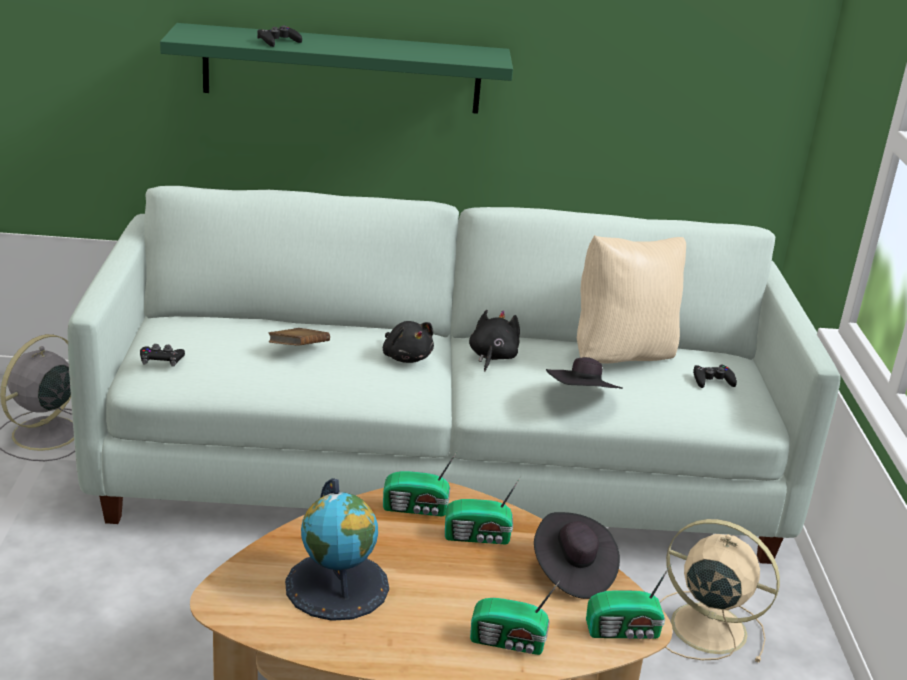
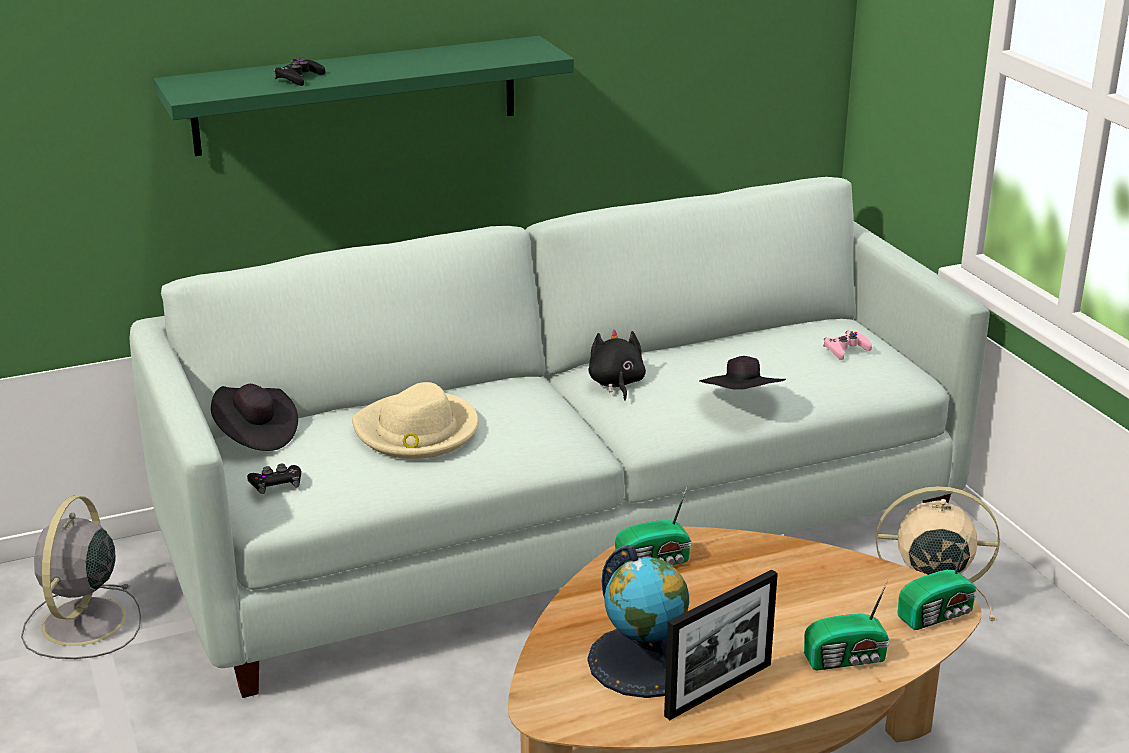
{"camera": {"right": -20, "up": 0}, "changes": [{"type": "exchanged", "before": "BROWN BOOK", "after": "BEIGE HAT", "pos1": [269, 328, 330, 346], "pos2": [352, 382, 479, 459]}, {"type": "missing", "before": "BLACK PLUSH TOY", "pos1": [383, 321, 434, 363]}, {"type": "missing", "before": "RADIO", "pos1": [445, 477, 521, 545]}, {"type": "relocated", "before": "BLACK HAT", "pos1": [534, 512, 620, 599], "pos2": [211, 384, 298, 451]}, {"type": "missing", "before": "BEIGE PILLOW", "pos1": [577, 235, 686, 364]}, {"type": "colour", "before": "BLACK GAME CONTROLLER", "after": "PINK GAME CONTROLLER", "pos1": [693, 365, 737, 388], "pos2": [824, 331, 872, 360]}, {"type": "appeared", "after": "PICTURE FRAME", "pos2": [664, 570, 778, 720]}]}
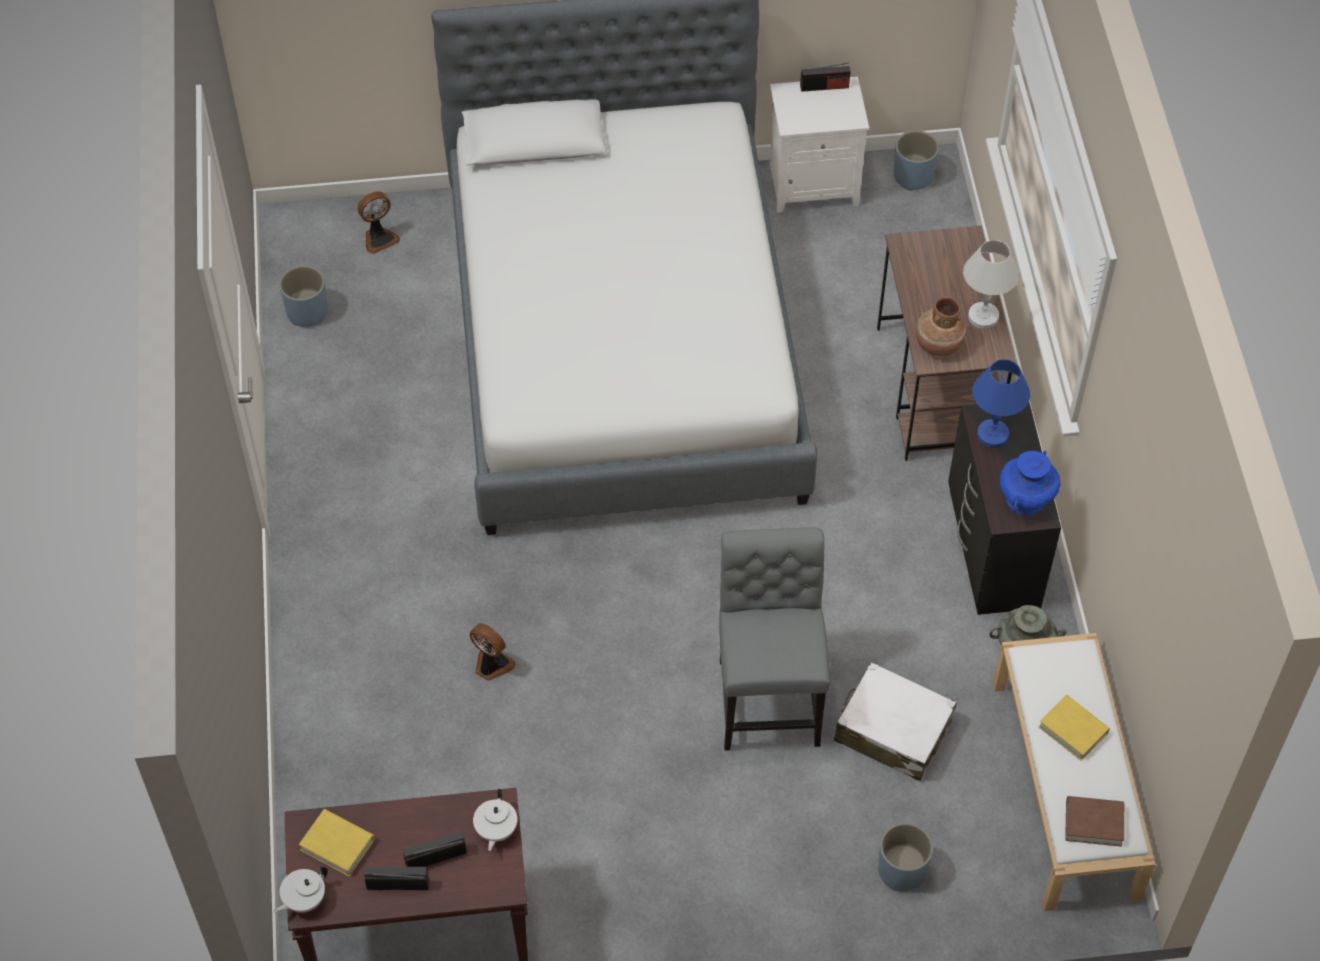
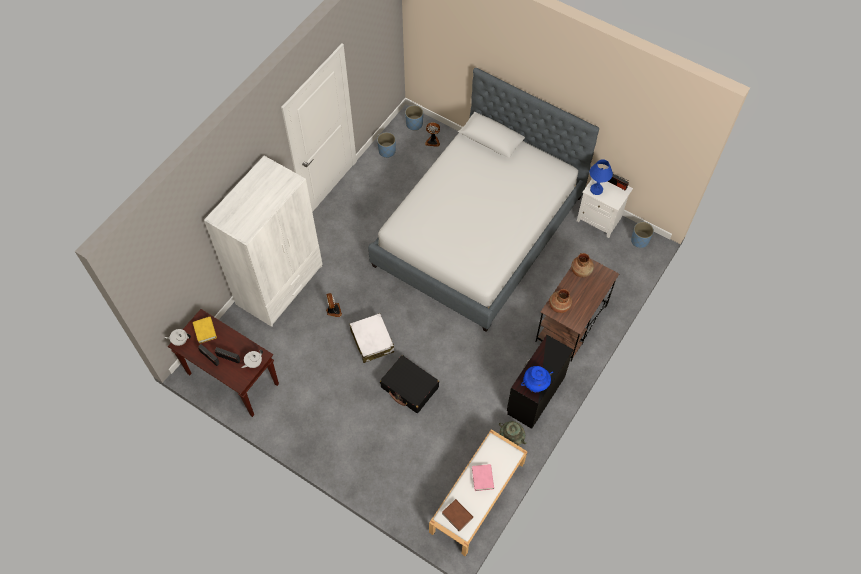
{"camera": {"right": 40, "up": 5}, "changes": [{"type": "exchanged", "before": "GREY CHAIR", "after": "BLACK SUITCASE", "pos1": [719, 528, 830, 751], "pos2": [380, 355, 439, 413]}, {"type": "relocated", "before": "WHITE SUITCASE", "pos1": [834, 662, 957, 781], "pos2": [350, 313, 394, 363]}, {"type": "relocated", "before": "BLUE PLANTER", "pos1": [878, 823, 933, 891], "pos2": [405, 105, 423, 131]}, {"type": "missing", "before": "WHITE TABLE LAMP", "pos1": [963, 240, 1019, 329]}, {"type": "relocated", "before": "BLUE TABLE LAMP", "pos1": [972, 359, 1030, 448], "pos2": [589, 159, 613, 195]}, {"type": "colour", "before": "YELLOW BOOK", "after": "PINK BOOK", "pos1": [1039, 695, 1110, 761], "pos2": [472, 464, 494, 491]}, {"type": "appeared", "after": "WHITE WARDROBE", "pos2": [204, 156, 322, 327]}, {"type": "appeared", "after": "BROWN VASE", "pos2": [571, 253, 594, 277]}]}
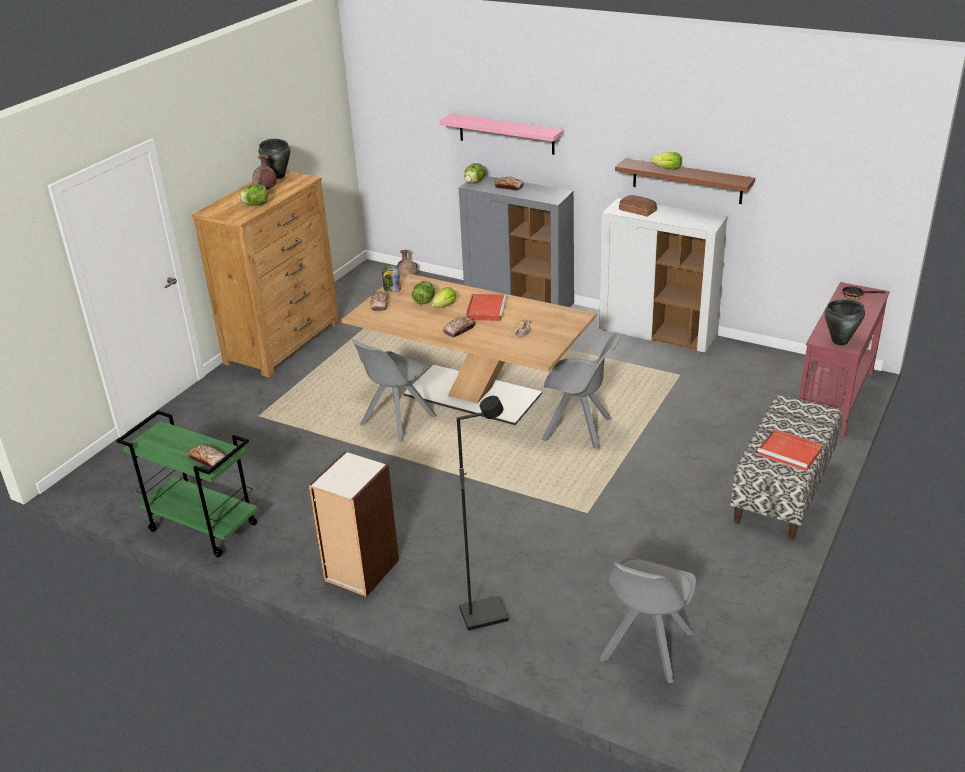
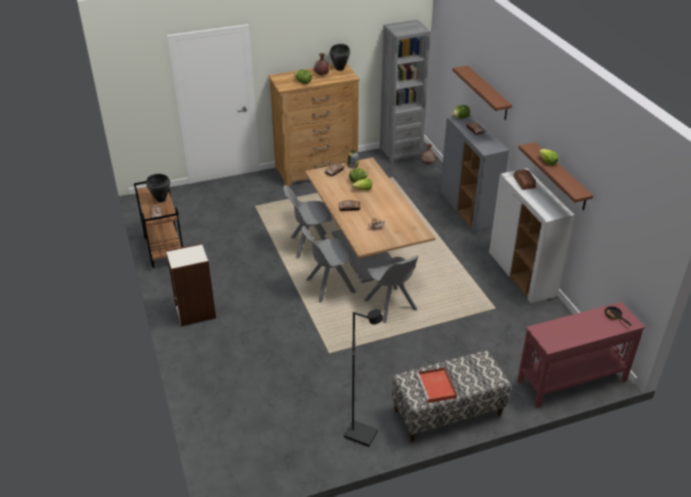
{"camera": {"right": 40, "up": 5}, "changes": [{"type": "colour", "before": "GREEN CART", "after": "BROWN CART", "pos1": [116, 410, 258, 558], "pos2": [134, 181, 183, 268]}, {"type": "colour", "before": "PINK SHELF", "after": "BROWN SHELF", "pos1": [439, 114, 564, 155], "pos2": [452, 65, 512, 120]}, {"type": "relocated", "before": "BLACK FLOOR LAMP", "pos1": [457, 396, 509, 631], "pos2": [344, 309, 383, 447]}, {"type": "missing", "before": "RED TRAY", "pos1": [466, 294, 507, 321]}, {"type": "relocated", "before": "GREY CHAIR", "pos1": [600, 557, 696, 684], "pos2": [301, 227, 356, 303]}, {"type": "relocated", "before": "BLACK COOKING POT", "pos1": [824, 300, 865, 345], "pos2": [146, 174, 170, 202]}, {"type": "appeared", "after": "GREY BOOKCASE", "pos2": [379, 20, 431, 164]}]}
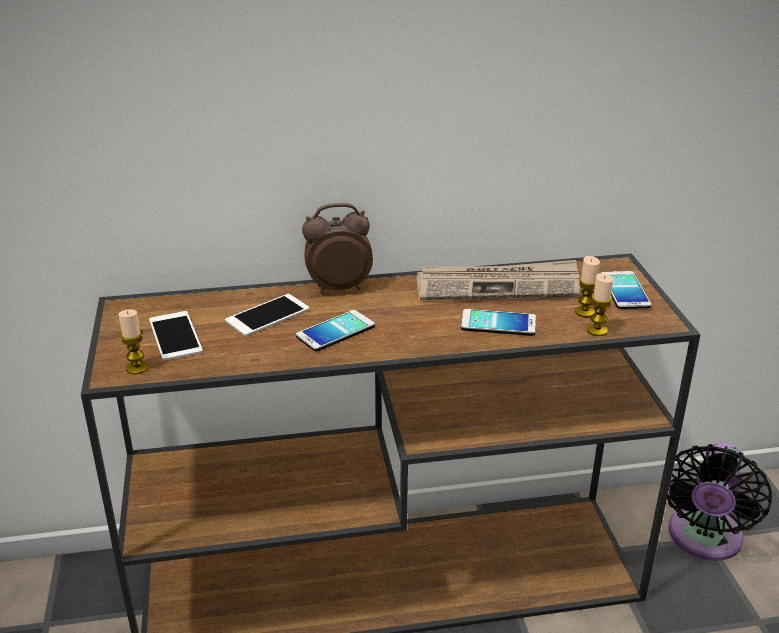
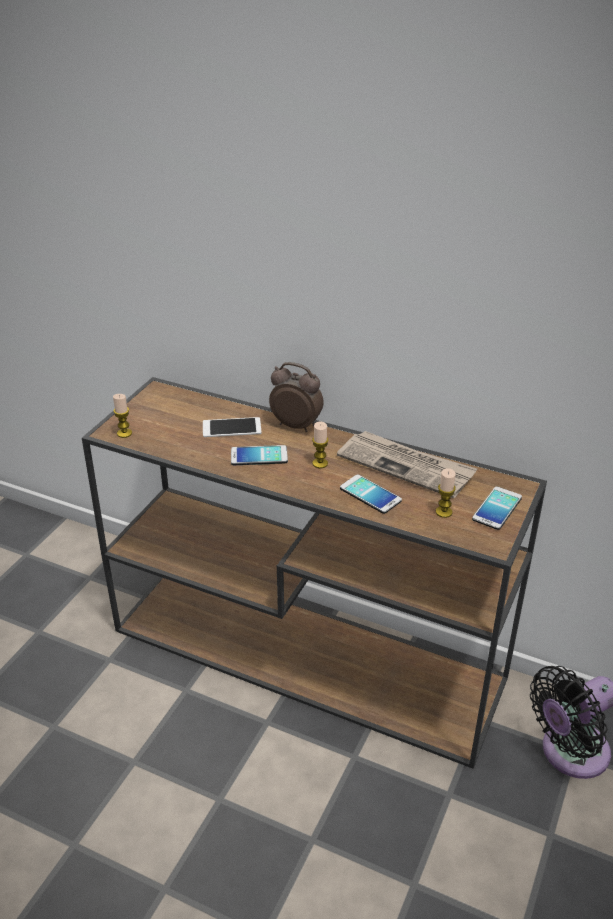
{"camera": {"right": 35, "up": 5}, "changes": [{"type": "missing", "before": "PHONE", "pos1": [149, 311, 203, 360]}, {"type": "relocated", "before": "CANDLE", "pos1": [587, 273, 613, 336], "pos2": [312, 421, 329, 468]}]}
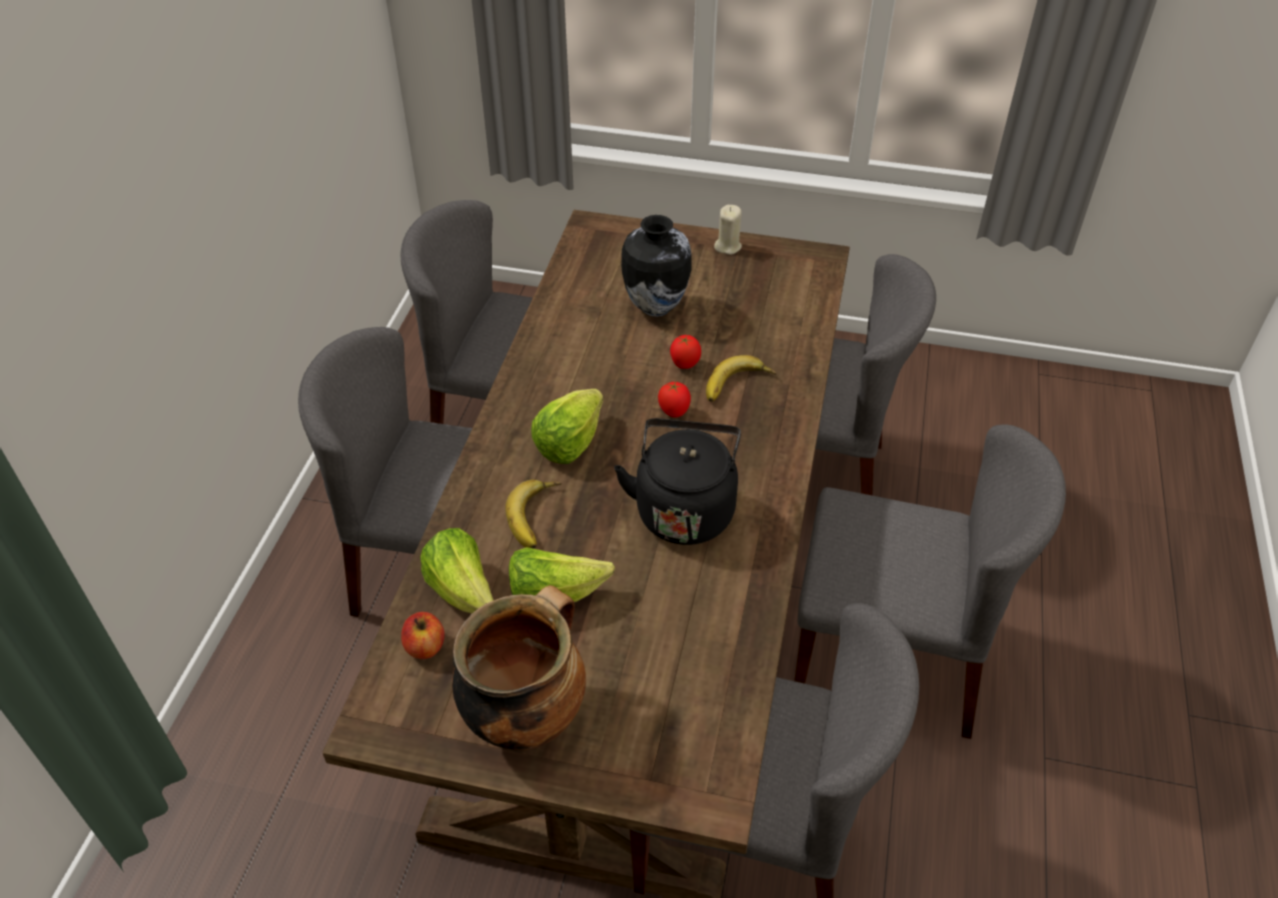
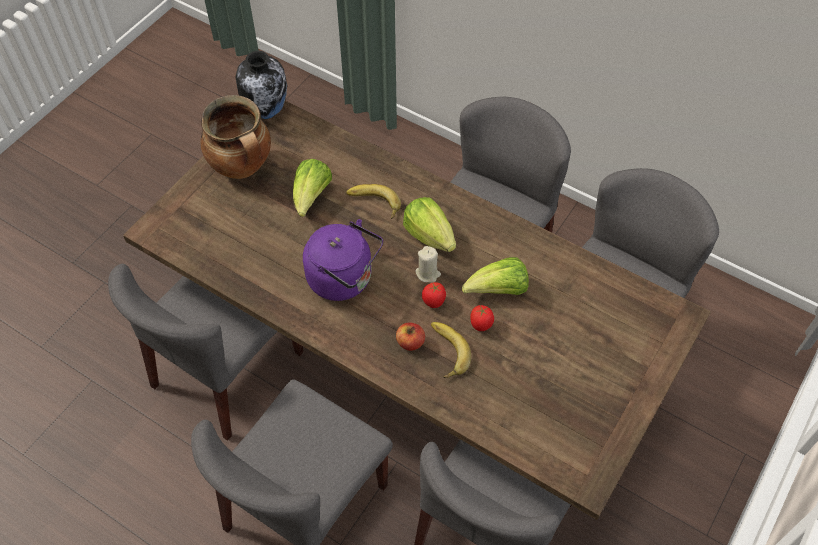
{"camera": {"right": 110, "up": 10}, "changes": [{"type": "relocated", "before": "APPLE", "pos1": [401, 612, 445, 659], "pos2": [396, 323, 425, 351]}, {"type": "relocated", "before": "LETTUCE", "pos1": [420, 528, 494, 614], "pos2": [462, 257, 529, 295]}, {"type": "colour", "before": "BLACK KETTLE", "after": "PURPLE KETTLE", "pos1": [614, 418, 741, 545], "pos2": [303, 219, 383, 301]}, {"type": "relocated", "before": "VASE", "pos1": [621, 215, 691, 317], "pos2": [235, 51, 287, 119]}, {"type": "relocated", "before": "BEIGE CANDLE", "pos1": [714, 205, 742, 255], "pos2": [415, 246, 441, 283]}]}
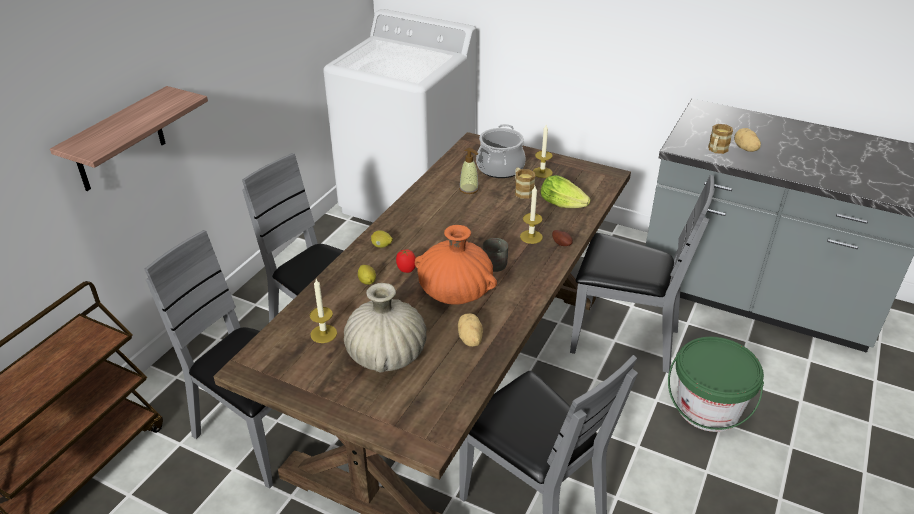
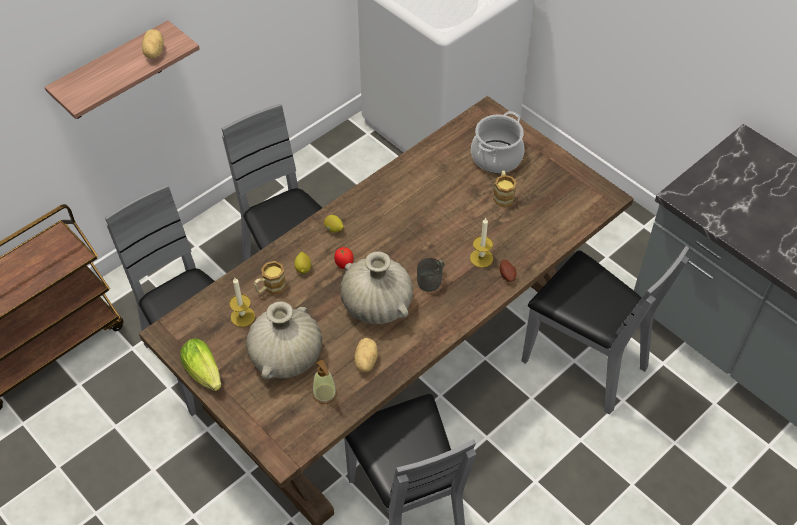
{"camera": {"right": 20, "up": 15}, "changes": [{"type": "colour", "before": "ORANGE VASE", "after": "BEIGE VASE", "pos1": [415, 225, 497, 305], "pos2": [340, 251, 413, 324]}, {"type": "relocated", "before": "SOAP DISPENSER", "pos1": [459, 148, 479, 194], "pos2": [313, 359, 337, 404]}, {"type": "missing", "before": "CANDLE", "pos1": [533, 125, 553, 178]}, {"type": "relocated", "before": "LETTUCE", "pos1": [540, 175, 591, 208], "pos2": [180, 338, 221, 391]}, {"type": "missing", "before": "GREEN BUCKET", "pos1": [668, 337, 764, 432]}, {"type": "relocated", "before": "MUG", "pos1": [708, 124, 733, 154], "pos2": [254, 261, 286, 295]}, {"type": "relocated", "before": "POTATO", "pos1": [734, 128, 761, 152], "pos2": [142, 29, 164, 59]}]}
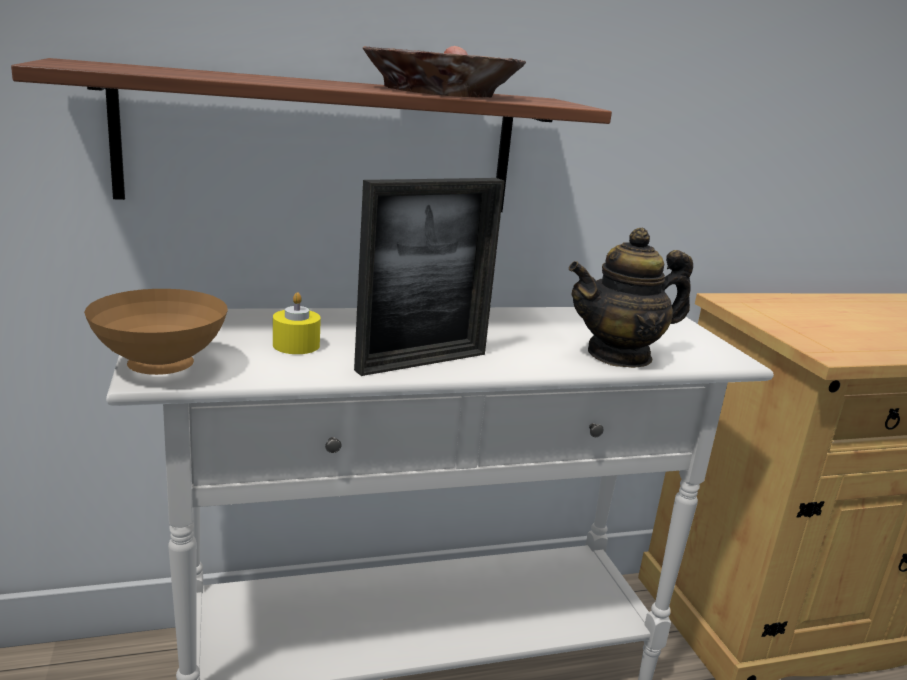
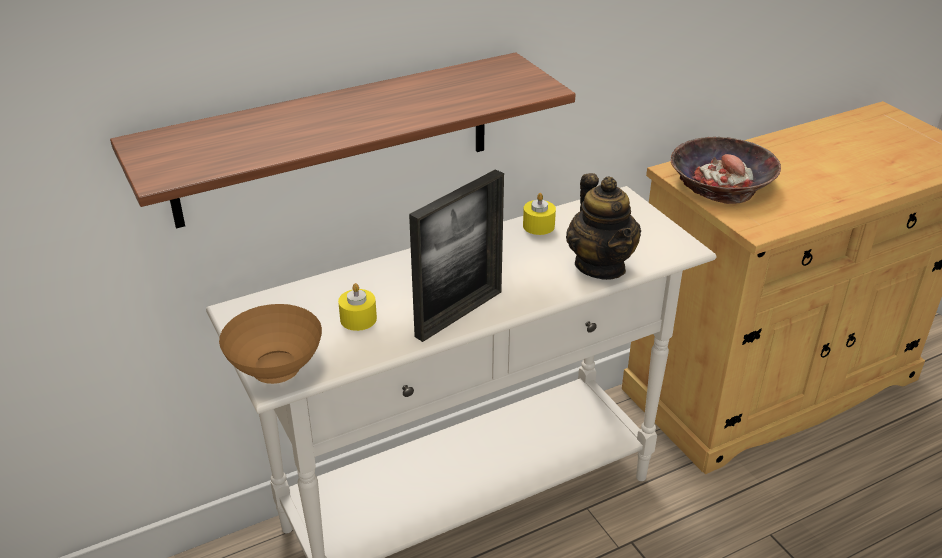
{"camera": {"right": -10, "up": 15}, "changes": [{"type": "relocated", "before": "BOWL", "pos1": [363, 46, 526, 98], "pos2": [671, 137, 781, 204]}, {"type": "spun", "before": "TEAPOT", "pos1": [569, 228, 693, 368], "pos2": [566, 173, 641, 280], "turn": -75}, {"type": "appeared", "after": "YELLOW CANDLE", "pos2": [523, 193, 556, 235]}]}
